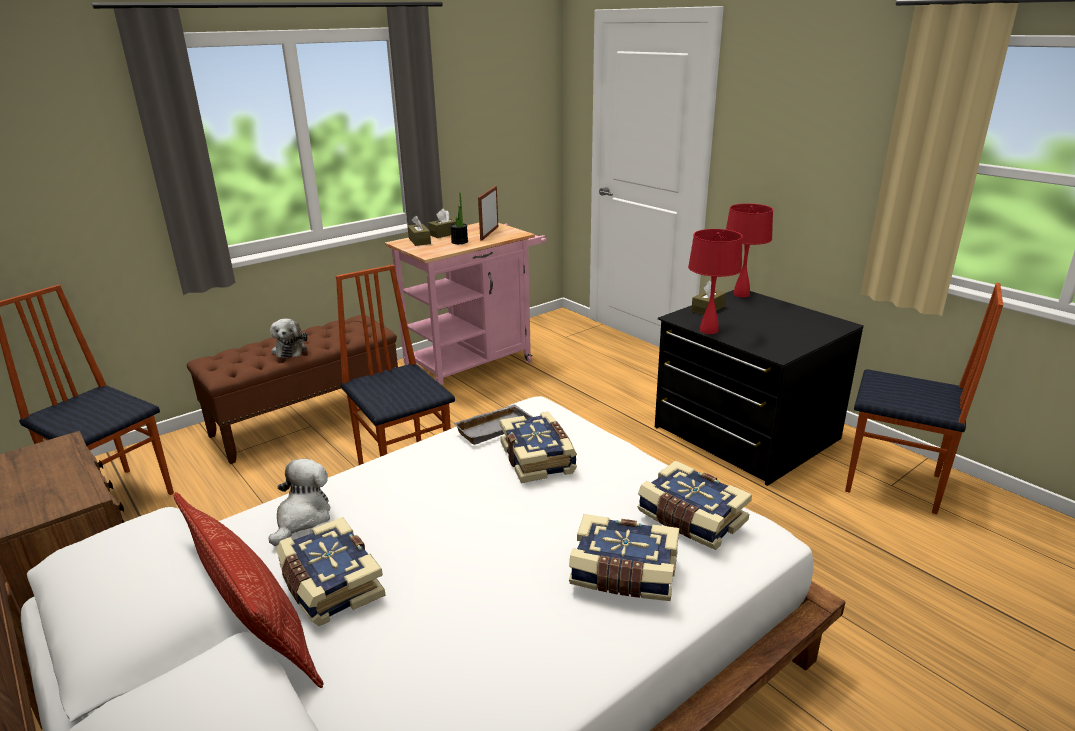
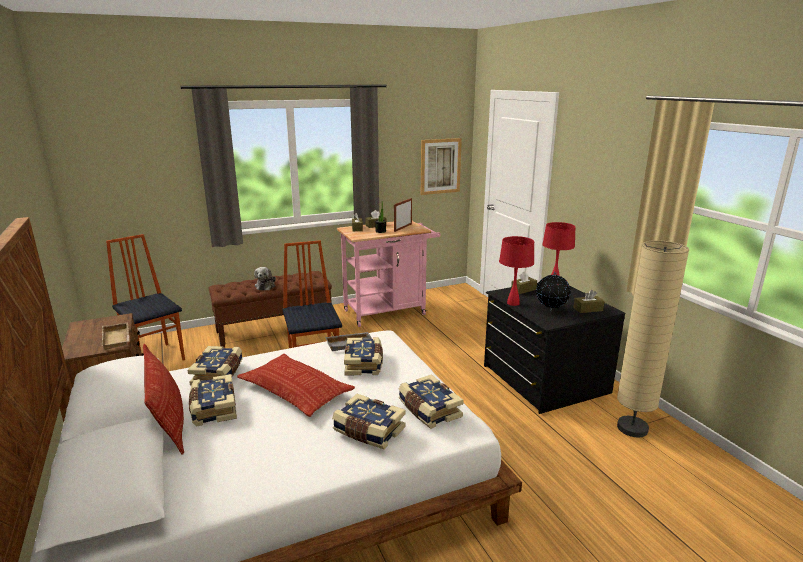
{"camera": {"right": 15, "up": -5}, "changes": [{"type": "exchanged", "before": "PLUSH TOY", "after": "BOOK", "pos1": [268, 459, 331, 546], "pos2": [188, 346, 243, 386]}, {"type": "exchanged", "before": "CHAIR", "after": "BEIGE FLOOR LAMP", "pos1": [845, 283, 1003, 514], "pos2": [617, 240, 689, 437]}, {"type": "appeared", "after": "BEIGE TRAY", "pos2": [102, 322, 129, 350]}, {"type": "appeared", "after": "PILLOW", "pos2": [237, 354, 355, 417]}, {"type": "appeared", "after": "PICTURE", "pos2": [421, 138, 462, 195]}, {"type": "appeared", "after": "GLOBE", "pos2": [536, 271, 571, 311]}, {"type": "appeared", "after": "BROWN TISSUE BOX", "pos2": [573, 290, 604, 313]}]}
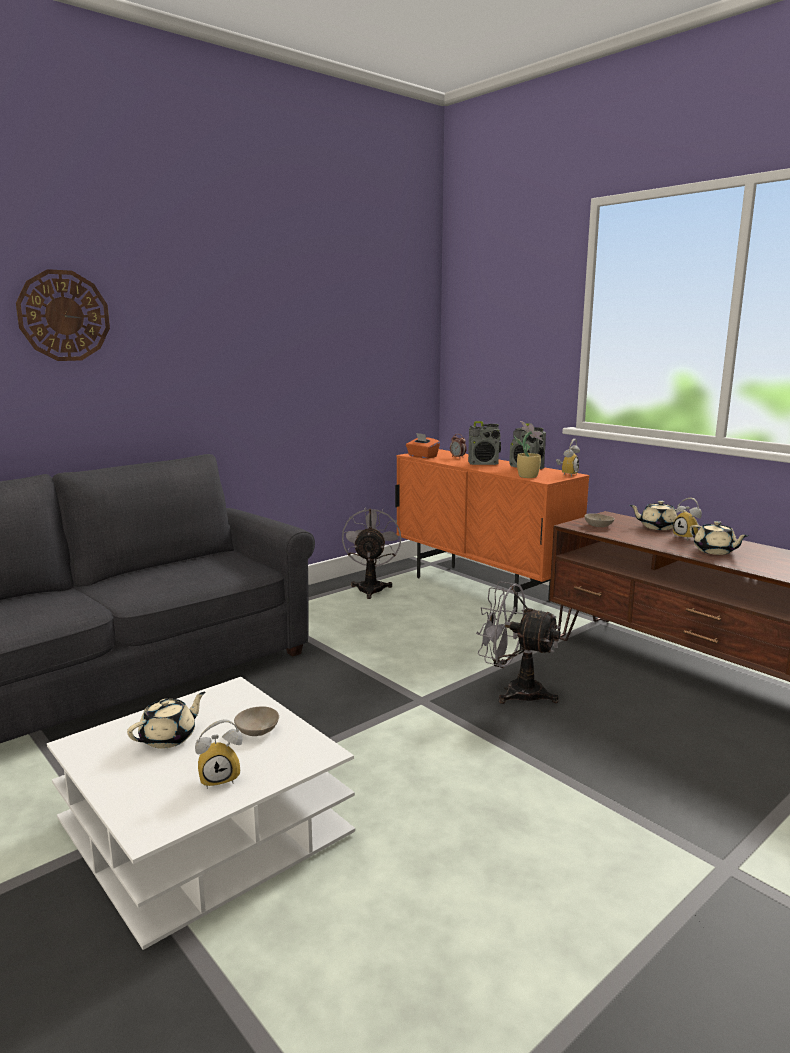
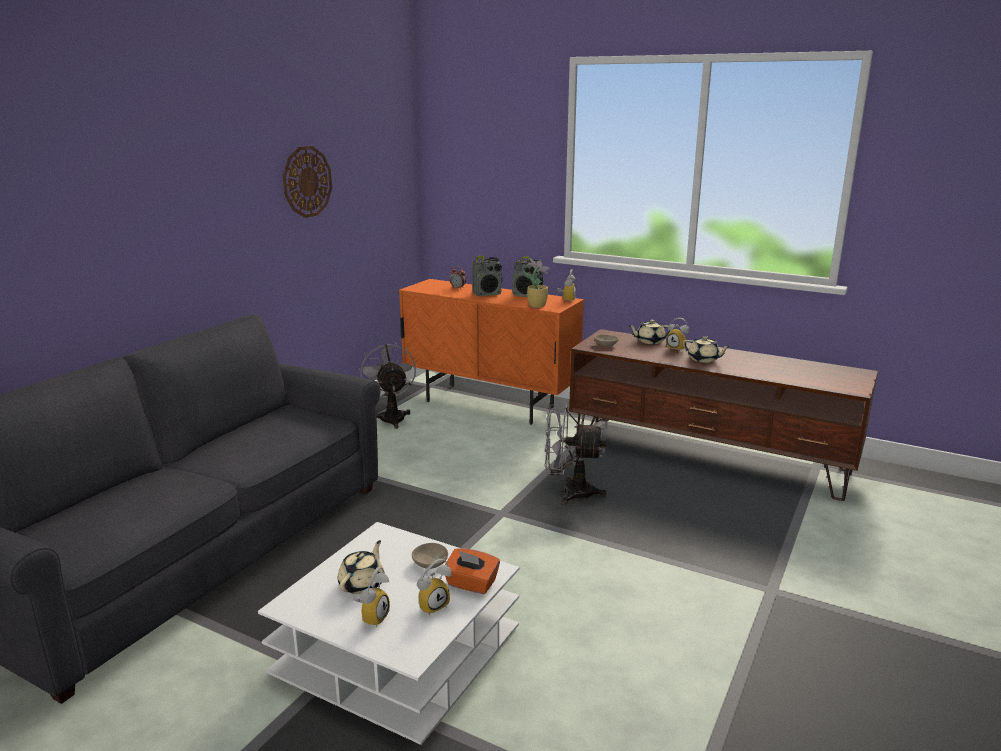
{"camera": {"right": -20, "up": 5}, "changes": [{"type": "relocated", "before": "WALL CLOCK", "pos1": [16, 269, 110, 361], "pos2": [283, 146, 332, 218]}, {"type": "relocated", "before": "ORANGE TISSUE BOX", "pos1": [406, 433, 440, 459], "pos2": [445, 548, 500, 594]}, {"type": "appeared", "after": "ALARM CLOCK", "pos2": [353, 567, 390, 627]}]}
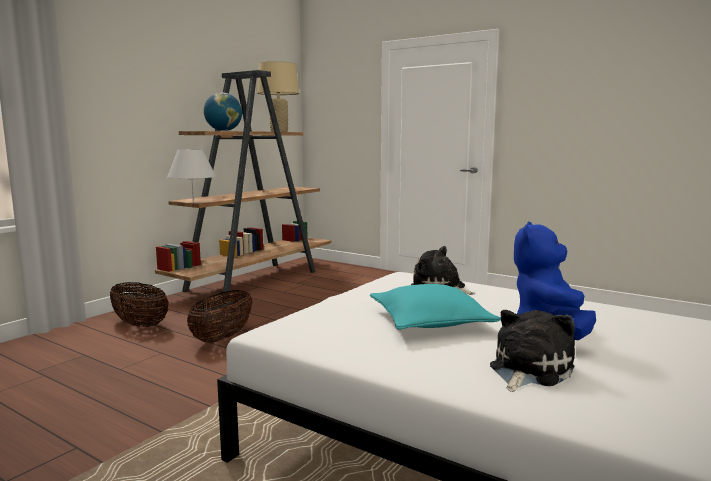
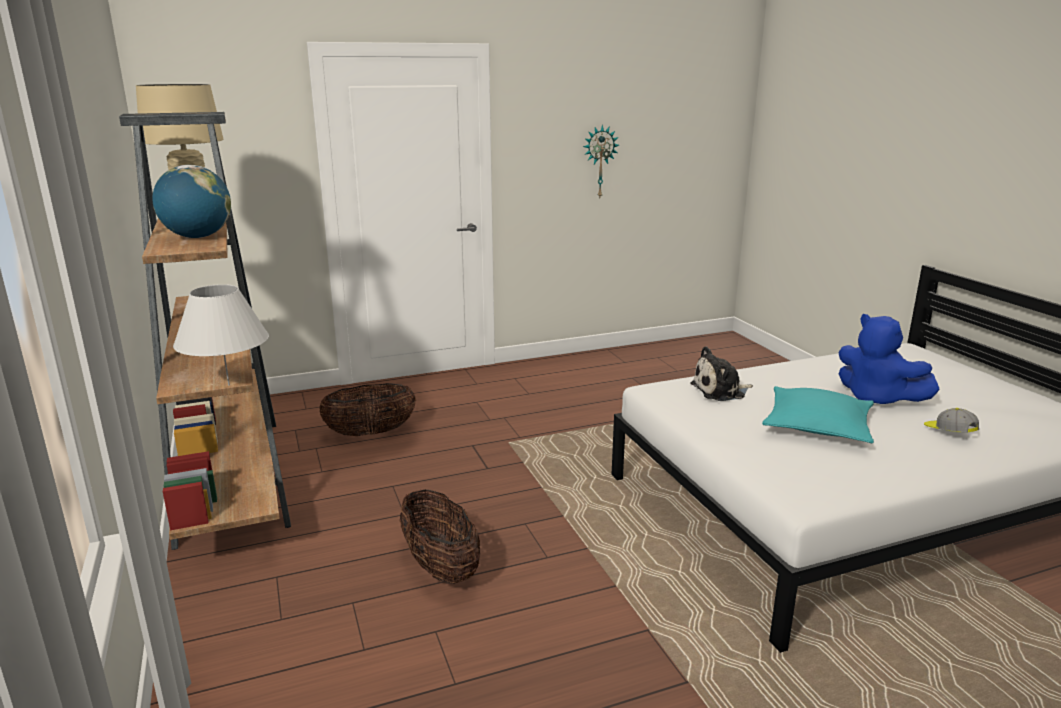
{"camera": {"right": -55, "up": 10}, "changes": [{"type": "relocated", "before": "BASKET", "pos1": [110, 282, 169, 327], "pos2": [319, 383, 416, 436]}, {"type": "exchanged", "before": "PLUSH TOY", "after": "CAP", "pos1": [490, 310, 575, 392], "pos2": [924, 408, 979, 433]}, {"type": "appeared", "after": "WALL CLOCK", "pos2": [583, 125, 619, 198]}]}
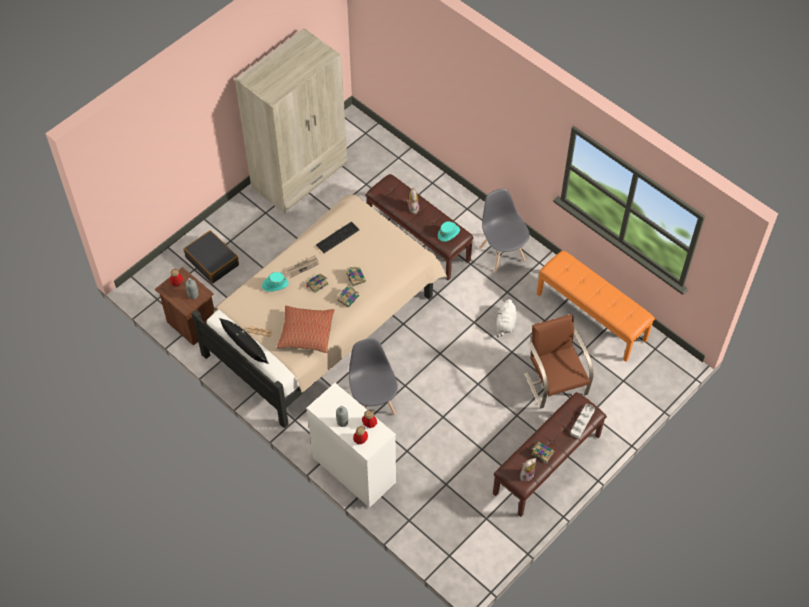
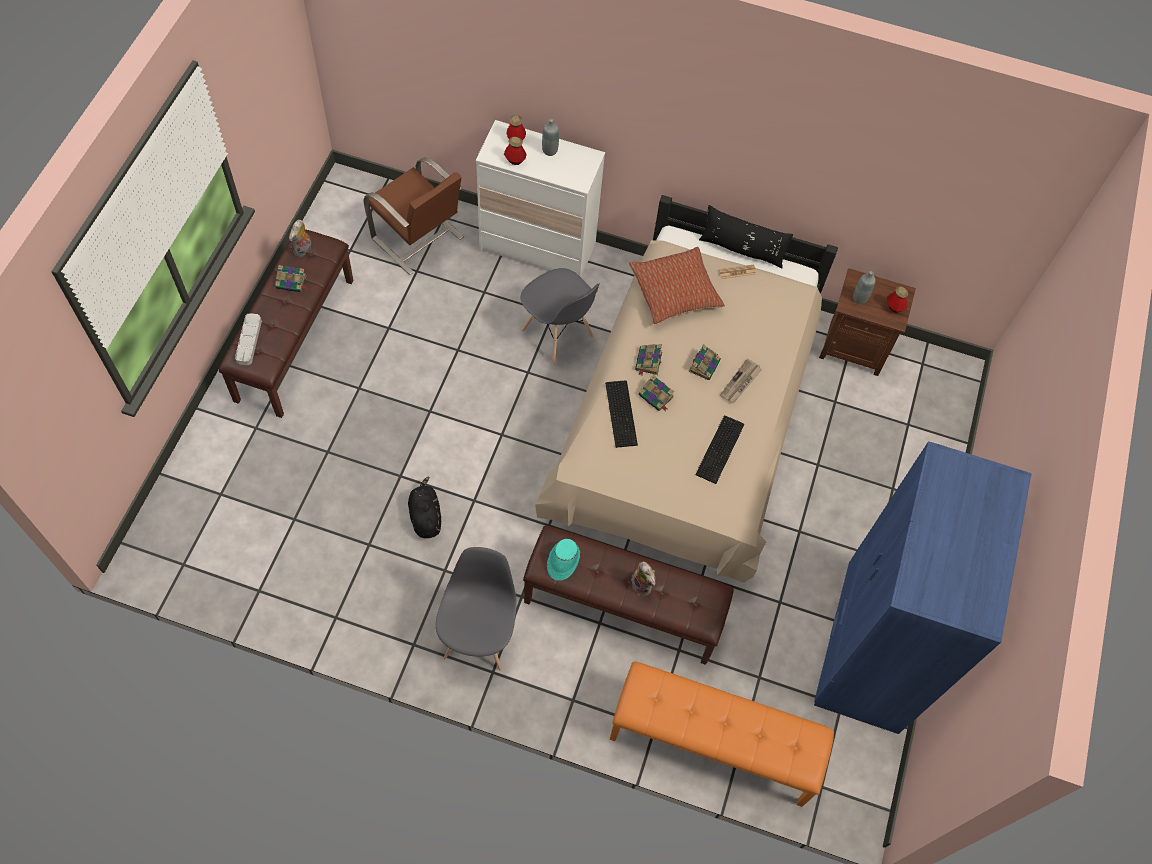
{"camera": {"right": 150, "up": 5}, "changes": [{"type": "missing", "before": "BLACK SUITCASE", "pos1": [184, 231, 239, 284]}, {"type": "colour", "before": "BEIGE WARDROBE", "after": "BLUE WARDROBE", "pos1": [235, 28, 347, 214], "pos2": [814, 441, 1031, 734]}, {"type": "missing", "before": "TURQUOISE HAT", "pos1": [262, 272, 289, 292]}, {"type": "spun", "before": "GREY CHAIR", "pos1": [480, 189, 530, 273], "pos2": [436, 547, 517, 671], "turn": -120}, {"type": "colour", "before": "WHITE PLUSH TOY", "after": "BLACK PLUSH TOY", "pos1": [497, 299, 517, 337], "pos2": [408, 477, 441, 538]}, {"type": "relocated", "before": "BROWN CHAIR", "pos1": [524, 314, 593, 409], "pos2": [363, 157, 464, 275]}, {"type": "relocated", "before": "ORANGE BENCH", "pos1": [537, 250, 655, 362], "pos2": [610, 662, 834, 807]}, {"type": "appeared", "after": "KEYBOARD", "pos2": [605, 380, 638, 448]}]}
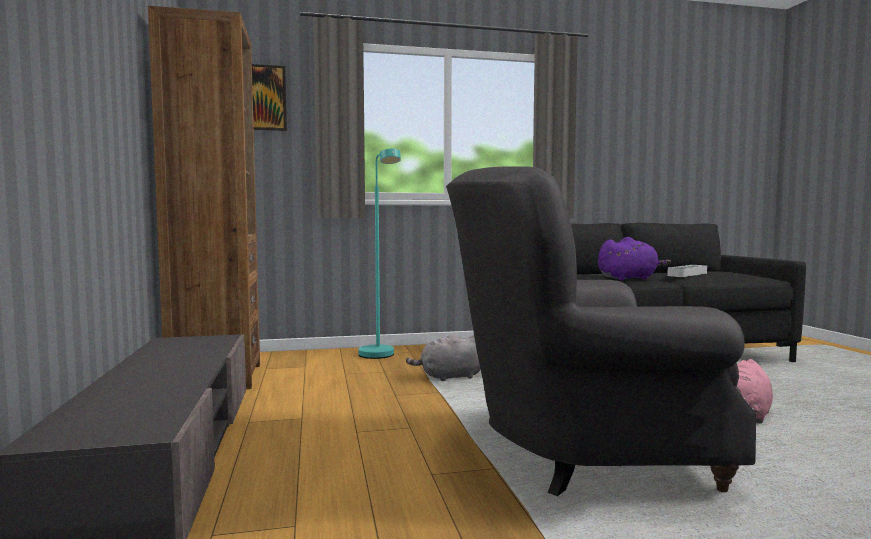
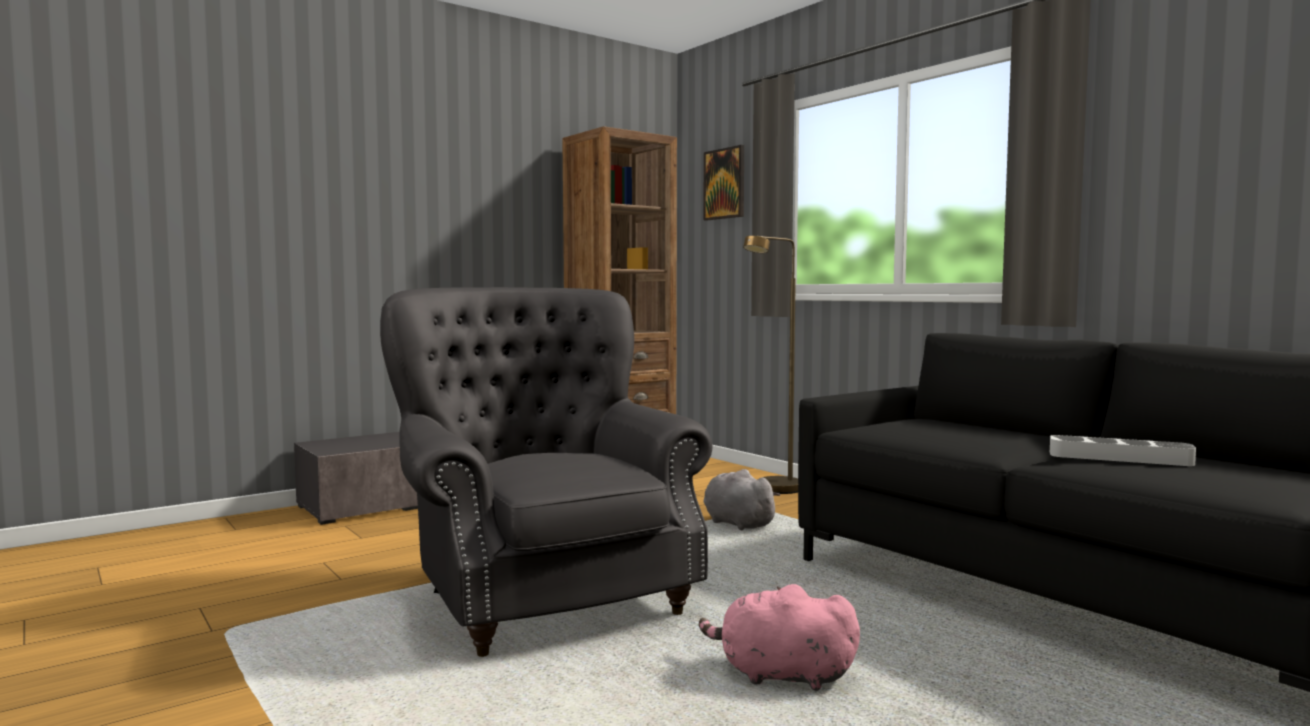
{"camera": {"right": 65, "up": 0}, "changes": [{"type": "colour", "before": "TURQUOISE FLOOR LAMP", "after": "BROWN FLOOR LAMP", "pos1": [358, 149, 401, 359], "pos2": [743, 236, 798, 494]}, {"type": "missing", "before": "PURPLE PLUSH TOY", "pos1": [598, 237, 671, 281]}]}
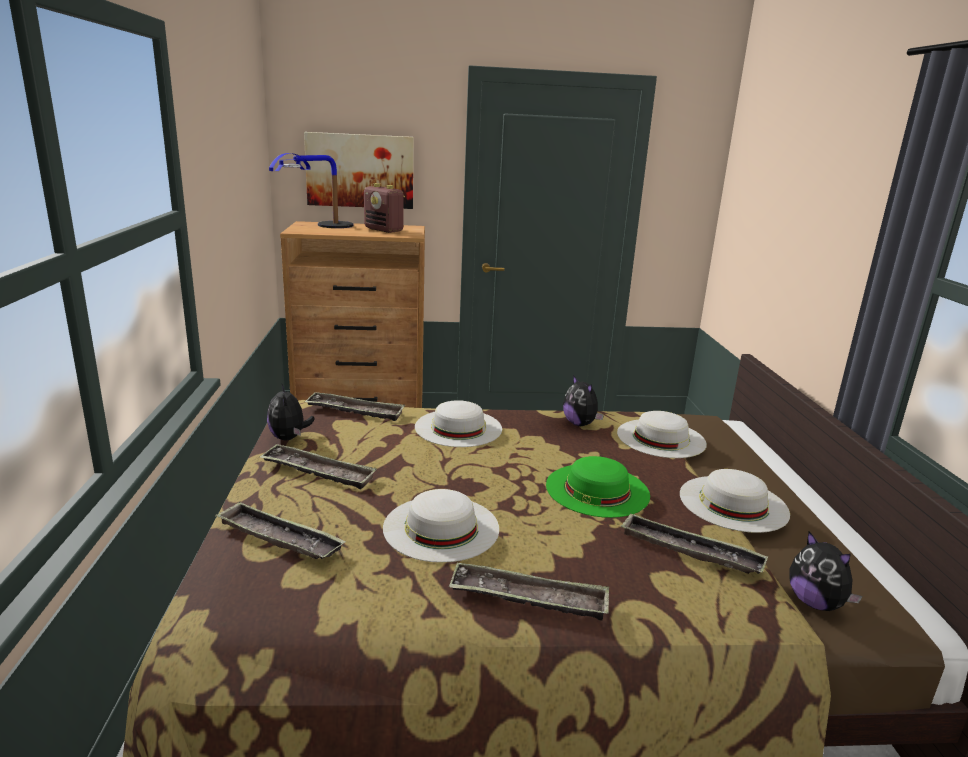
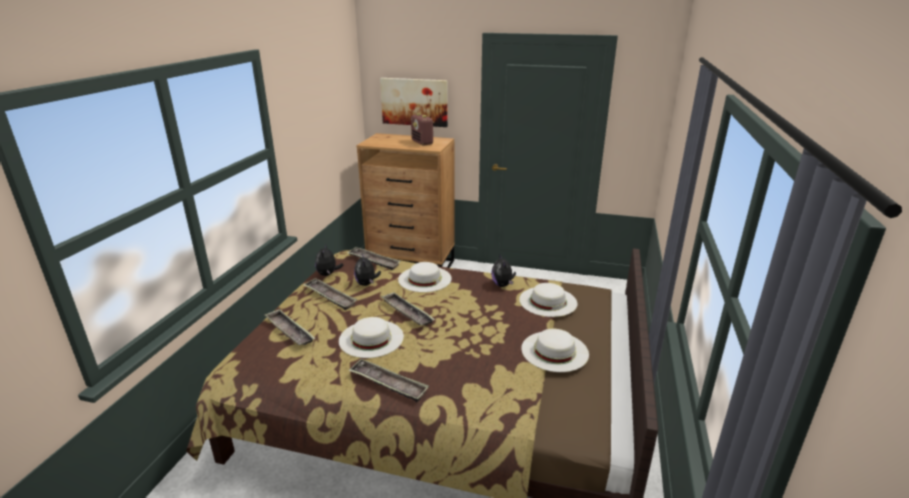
{"camera": {"right": 20, "up": 5}, "changes": [{"type": "missing", "before": "TABLE LAMP", "pos1": [269, 153, 354, 228]}, {"type": "missing", "before": "GREEN HAT", "pos1": [546, 456, 650, 518]}, {"type": "relocated", "before": "TRAY", "pos1": [621, 514, 768, 574], "pos2": [382, 292, 435, 325]}, {"type": "relocated", "before": "PLUSH TOY", "pos1": [790, 531, 863, 611], "pos2": [354, 254, 381, 286]}]}
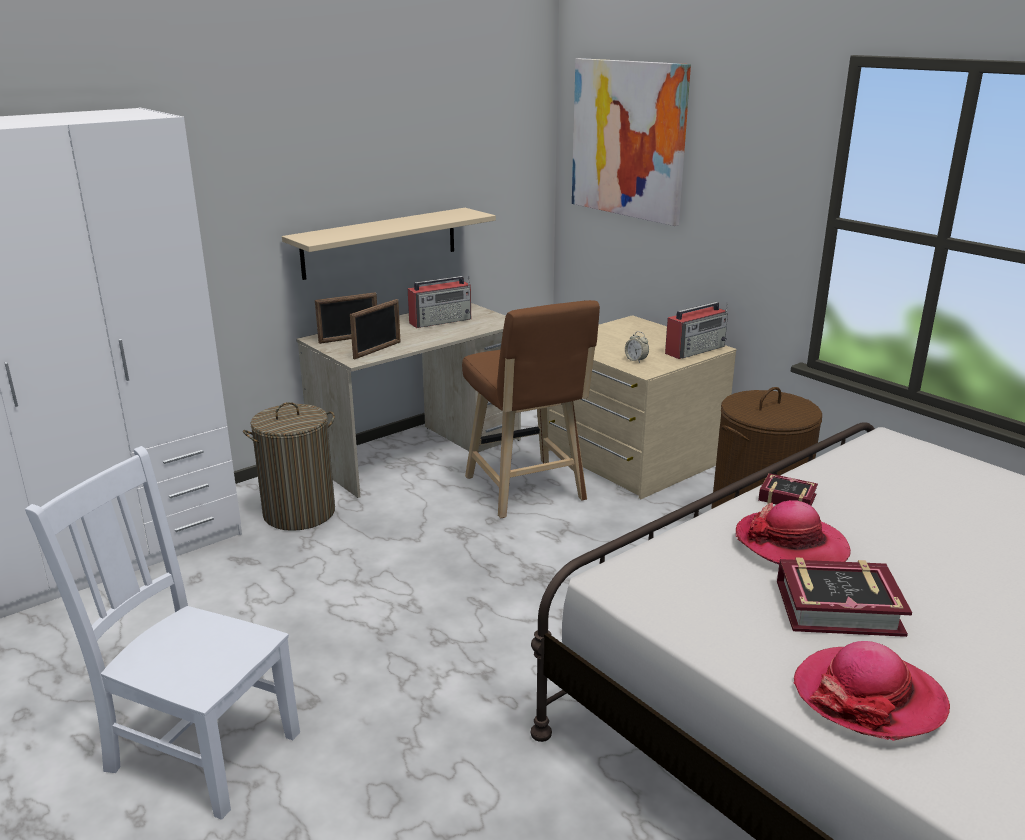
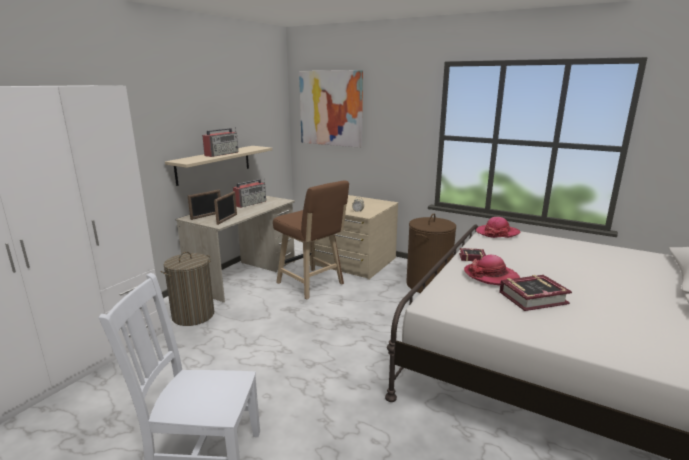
{"camera": {"right": -20, "up": -5}, "changes": [{"type": "relocated", "before": "RADIO", "pos1": [665, 302, 728, 359], "pos2": [202, 127, 238, 157]}, {"type": "relocated", "before": "HAT", "pos1": [793, 641, 950, 741], "pos2": [476, 217, 521, 238]}]}
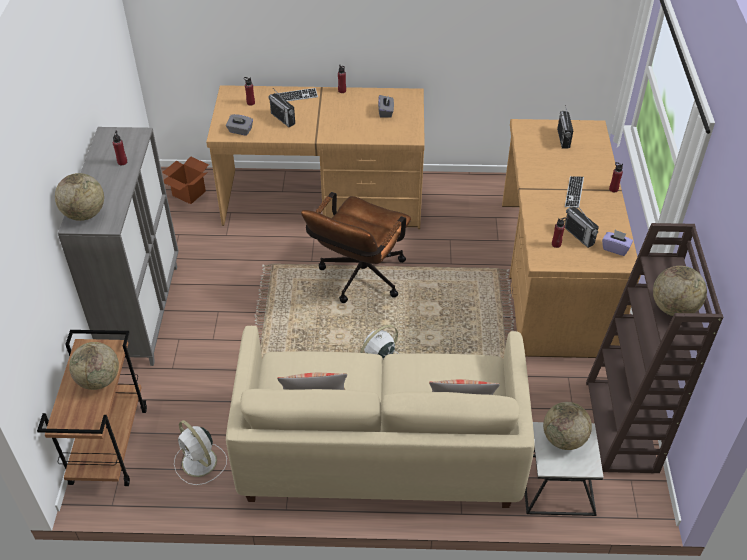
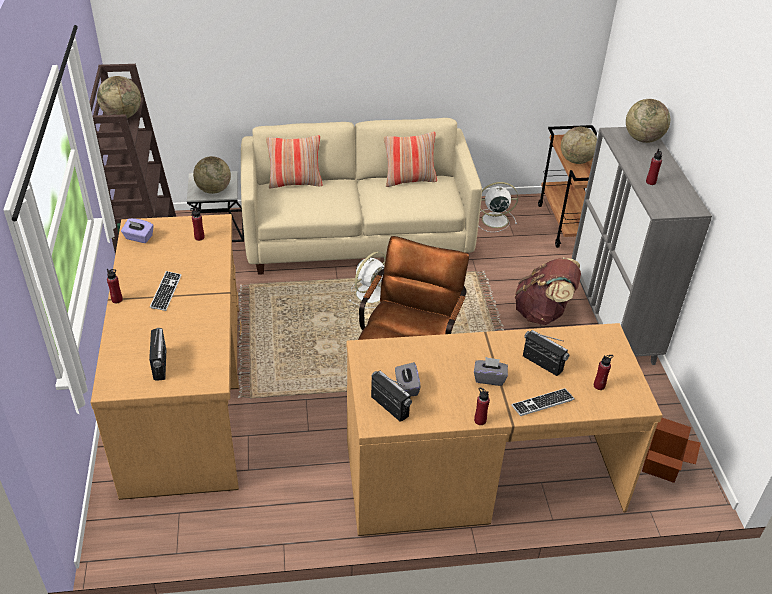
{"camera": {"right": 170, "up": -5}, "changes": [{"type": "spun", "before": "WHITE FAN", "pos1": [174, 420, 227, 485], "pos2": [478, 182, 518, 232], "turn": -45}, {"type": "relocated", "before": "GREY TISSUE BOX", "pos1": [226, 114, 253, 136], "pos2": [474, 357, 508, 386]}, {"type": "relocated", "before": "RADIO", "pos1": [565, 202, 599, 248], "pos2": [371, 371, 412, 421]}, {"type": "appeared", "after": "BROWN BACKPACK", "pos2": [515, 257, 581, 325]}]}
